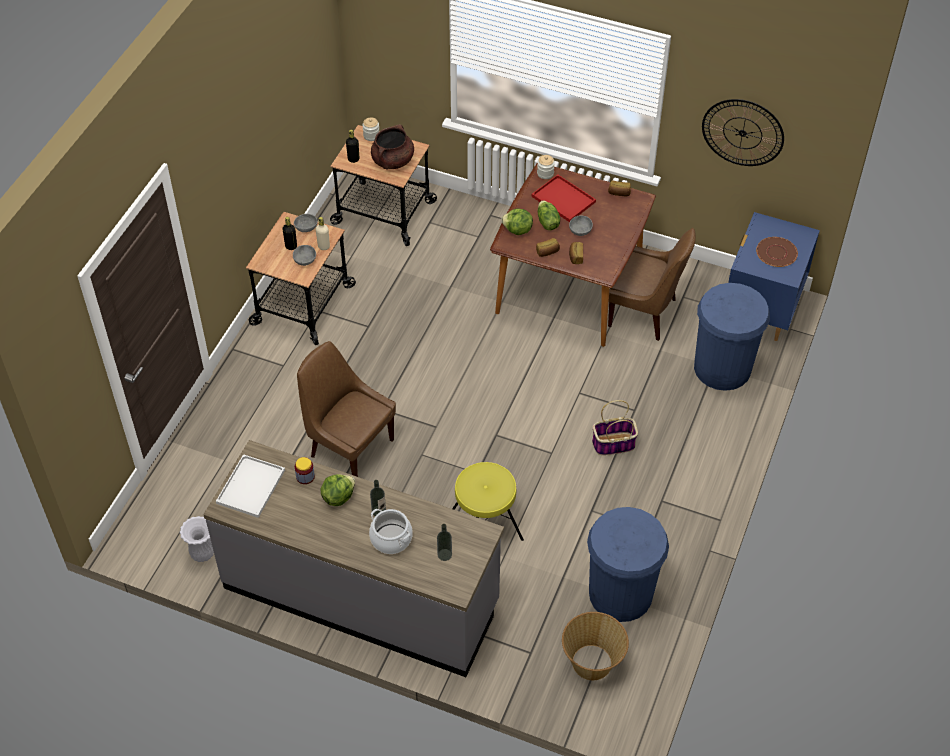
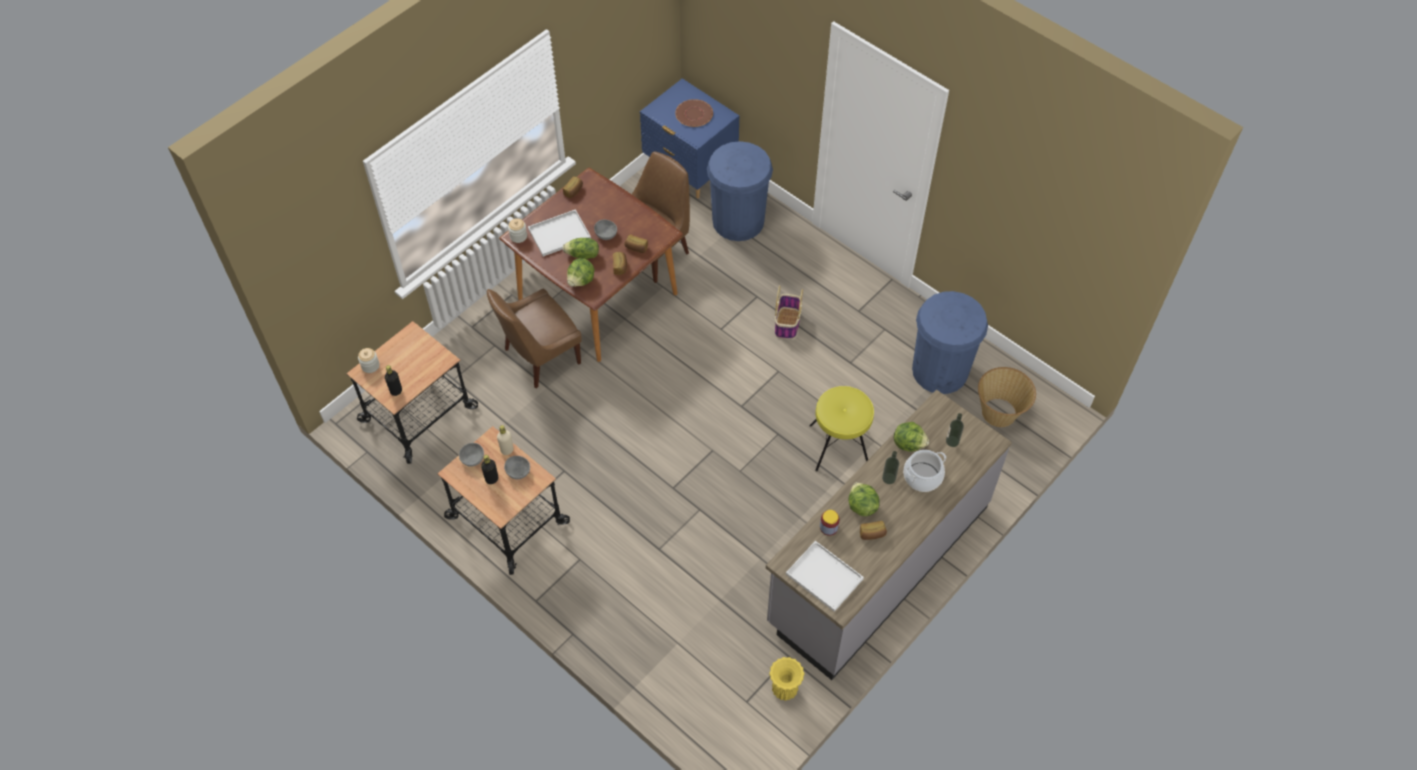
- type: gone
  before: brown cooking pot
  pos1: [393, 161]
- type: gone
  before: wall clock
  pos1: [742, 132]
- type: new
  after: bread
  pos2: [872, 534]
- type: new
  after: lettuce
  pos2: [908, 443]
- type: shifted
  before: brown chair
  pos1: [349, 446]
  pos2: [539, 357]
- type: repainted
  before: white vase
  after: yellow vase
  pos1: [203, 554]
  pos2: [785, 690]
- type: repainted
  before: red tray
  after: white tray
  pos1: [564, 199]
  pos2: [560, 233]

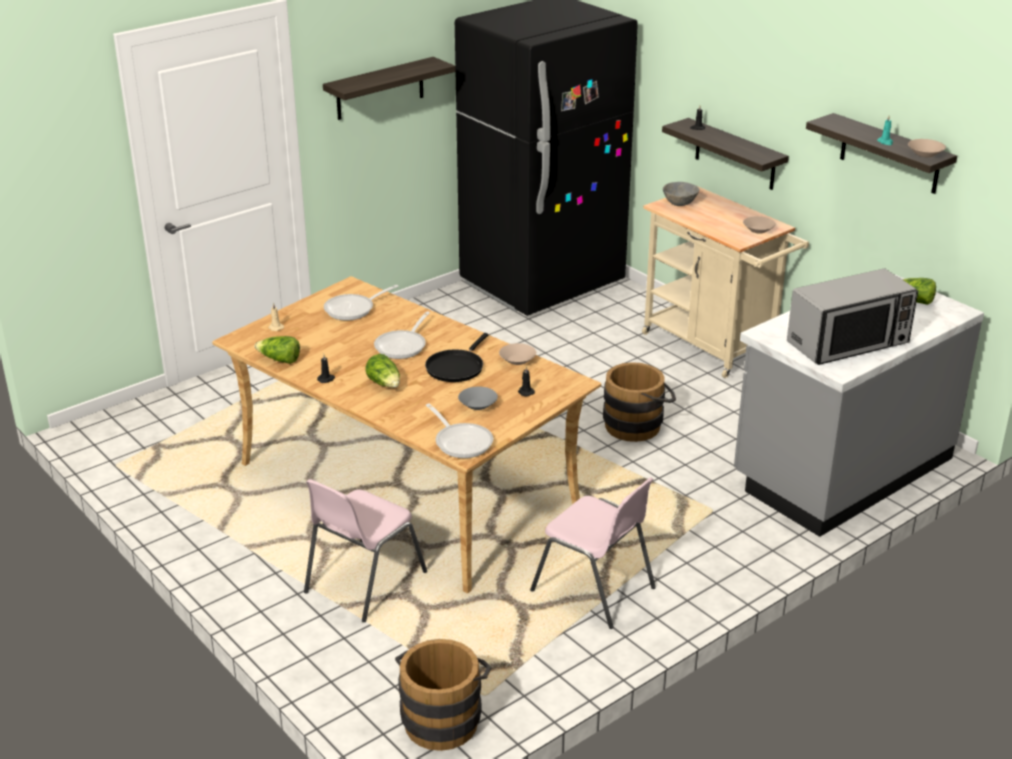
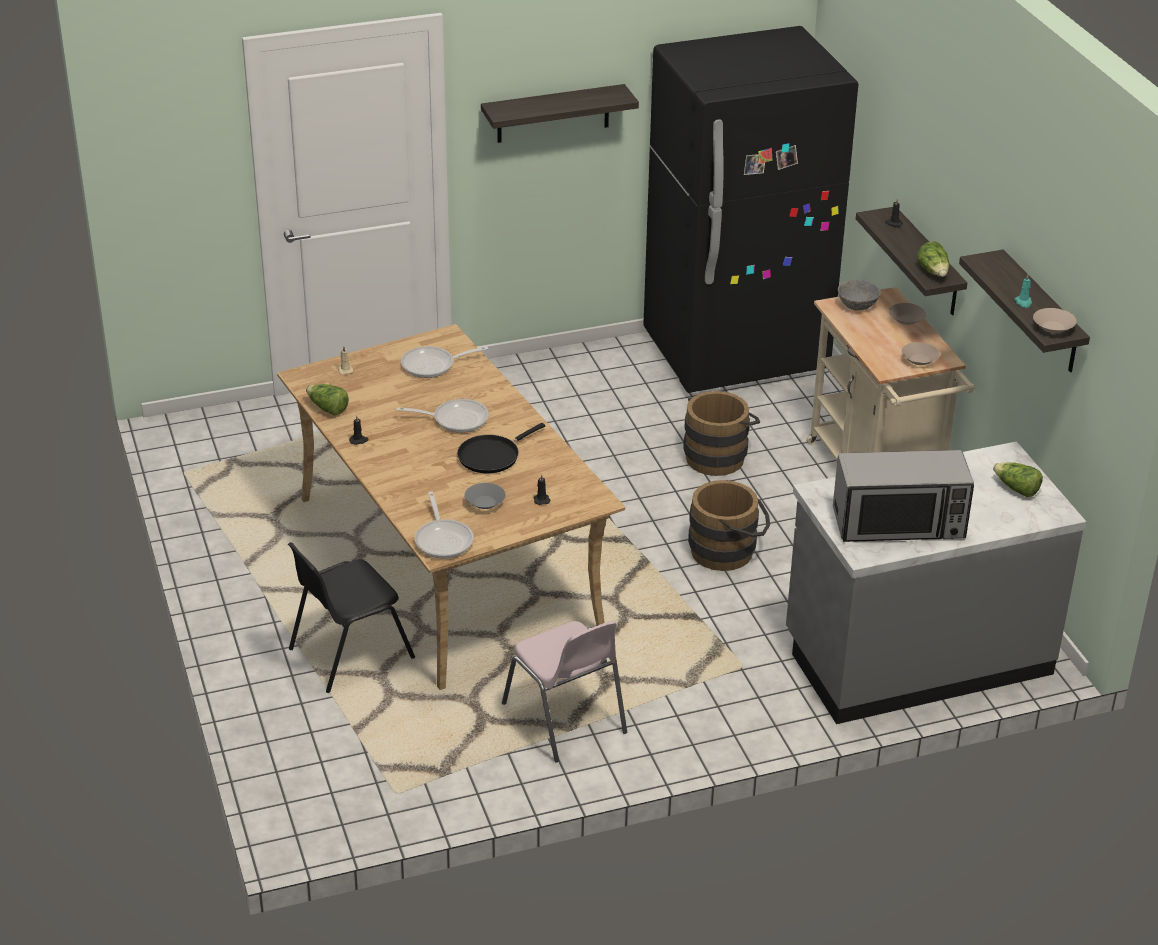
- type: shifted
  before: lettuce
  pos1: [385, 384]
  pos2: [933, 272]
- type: shifted
  before: brown bucket
  pos1: [443, 717]
  pos2: [718, 455]
- type: shifted
  before: beige bowl
  pos1: [517, 361]
  pos2: [905, 320]
- type: repainted
  before: pink chair
  after: black chair
  pos1: [363, 583]
  pos2: [349, 653]
- type: rotated
  before: frying pan
  pos1: [403, 346]
  pos2: [455, 419]
  turn: -135

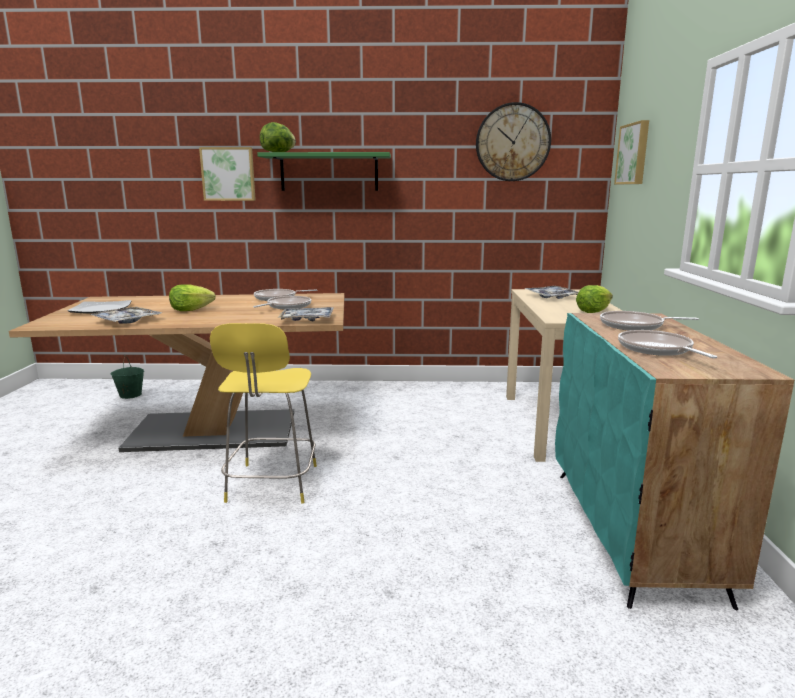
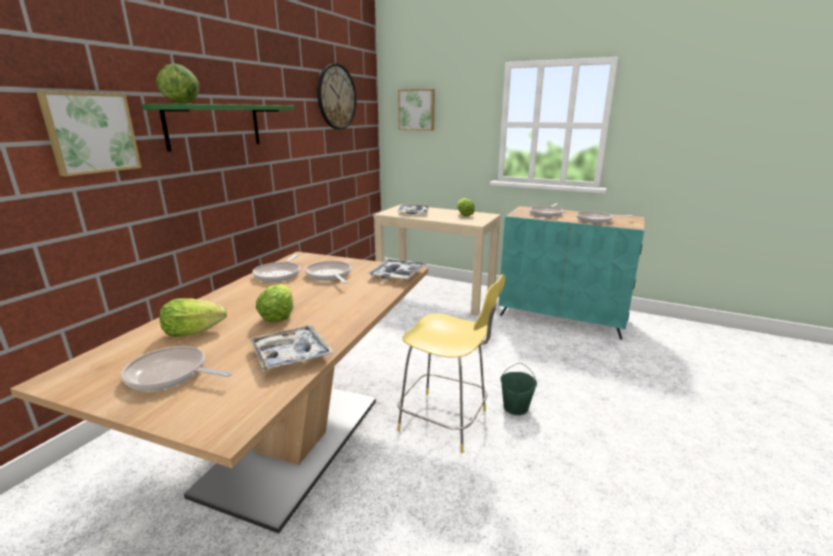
- type: new
  after: lettuce
  pos2: [193, 332]
- type: shifted
  before: green bucket
  pos1: [130, 395]
  pos2: [515, 407]
- type: swapped
  before: plate
  after: frying pan
  pos1: [100, 309]
  pos2: [171, 374]

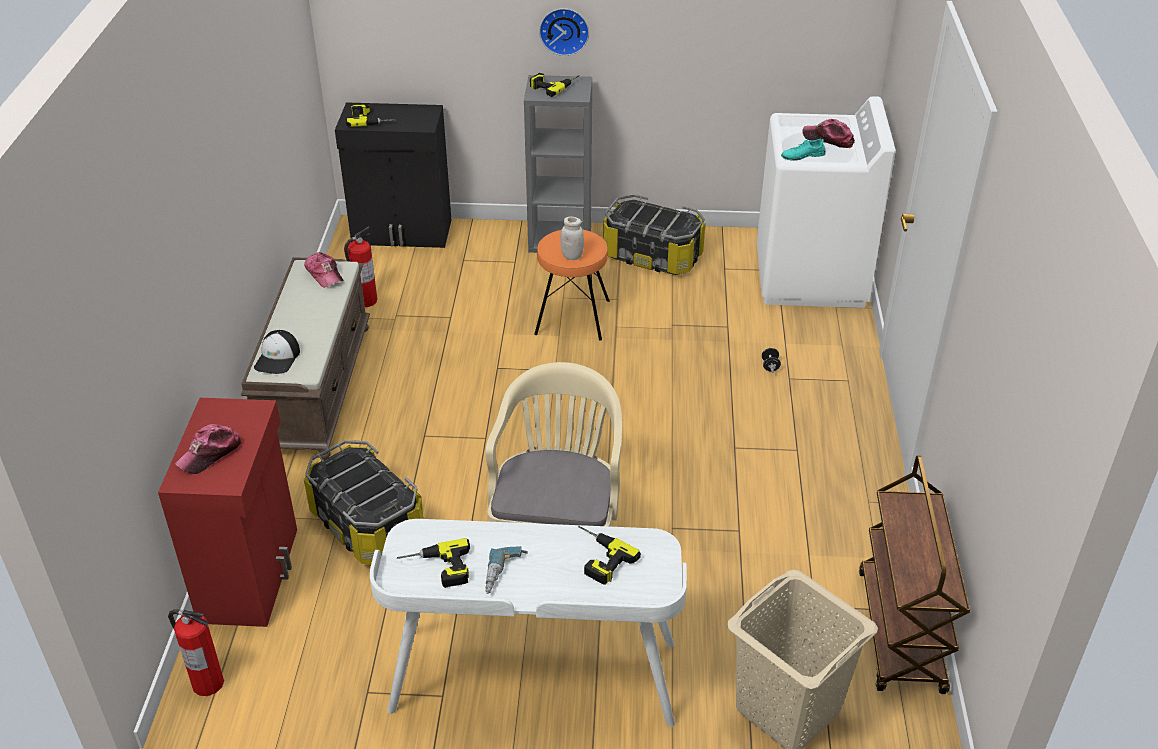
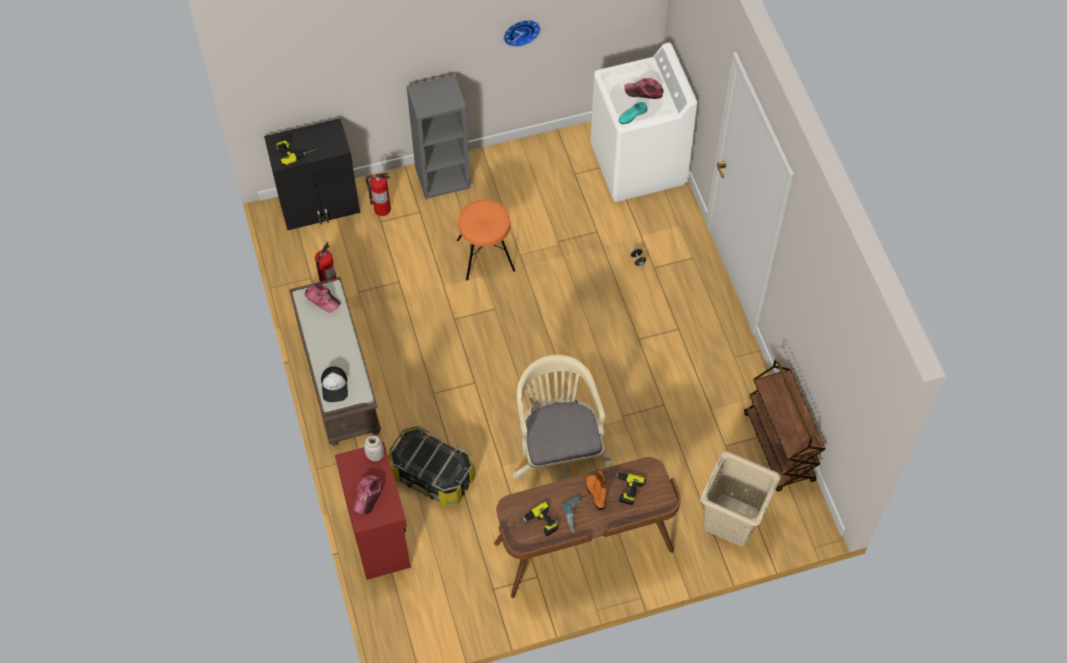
- type: gone
  before: power drill
  pos1: [554, 85]
- type: gone
  before: storage box
  pos1: [653, 256]
- type: new
  after: orange boot
  pos2: [596, 494]
- type: shifted
  before: fire extinguisher
  pos1: [207, 683]
  pos2: [381, 209]
- type: shifted
  before: wall clock
  pos1: [564, 30]
  pos2: [521, 30]
- type: shifted
  before: white jar
  pos1: [572, 256]
  pos2: [375, 455]
- type: repainted
  before: white desk
  after: brown desk
  pos1: [534, 679]
  pos2: [584, 548]

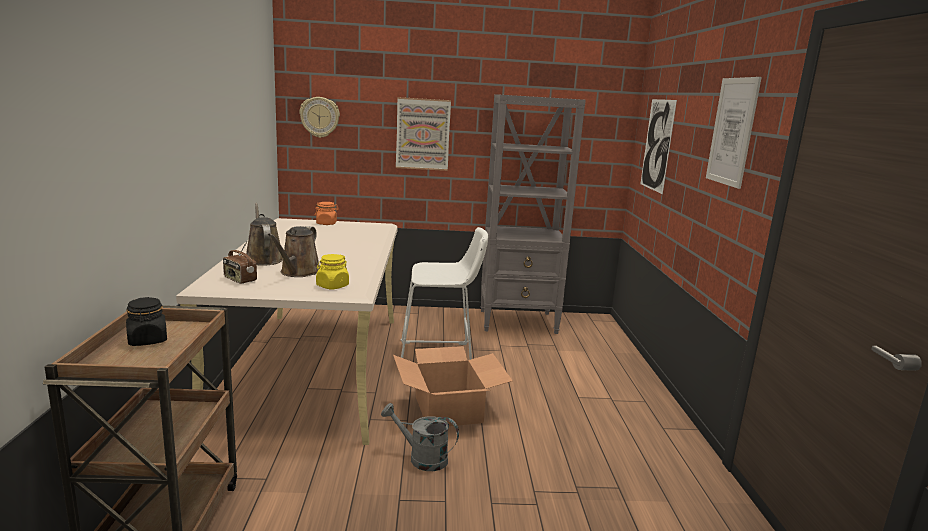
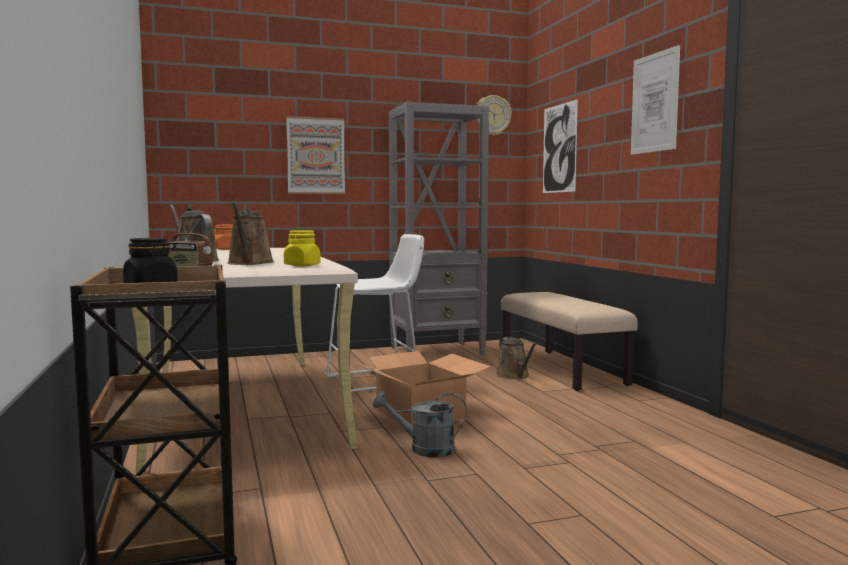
- type: new
  after: brown watering can
  pos2: [514, 376]
- type: new
  after: beige bench
  pos2: [562, 369]
- type: shifted
  before: wall clock
  pos1: [320, 117]
  pos2: [492, 115]

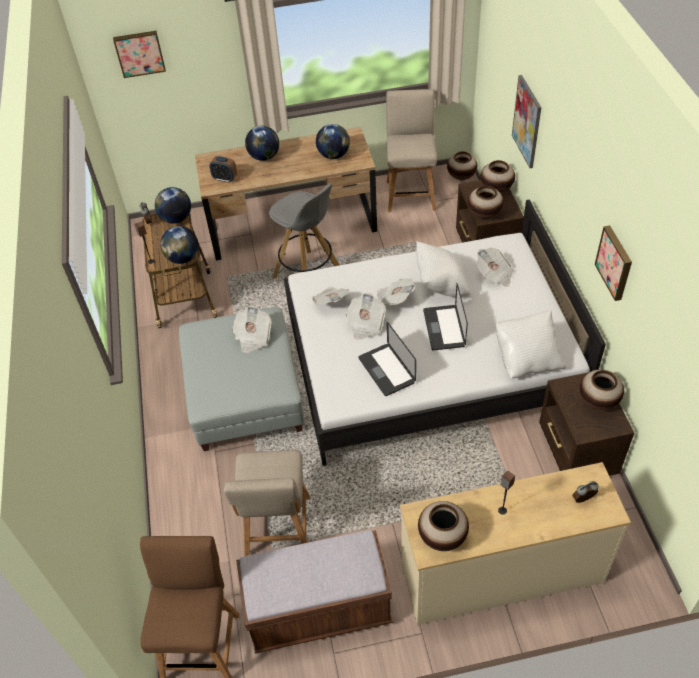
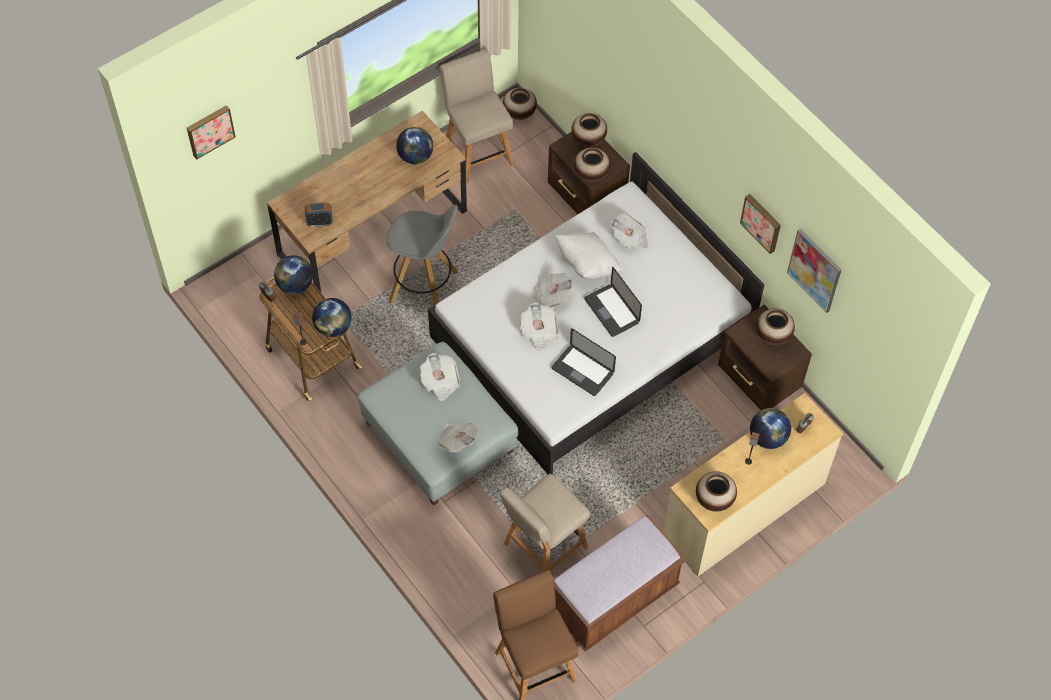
- type: gone
  before: white pillow
  pos1: [527, 358]
- type: shifted
  before: globe
  pos1: [264, 156]
  pos2: [767, 437]
- type: shifted
  before: newspaper
  pos1: [331, 302]
  pos2: [457, 441]
- type: shifted
  before: picture
  pos1: [527, 121]
  pos2: [814, 270]
- type: rotated
  before: beige chair
  pos1: [278, 530]
  pos2: [542, 548]
  turn: 75

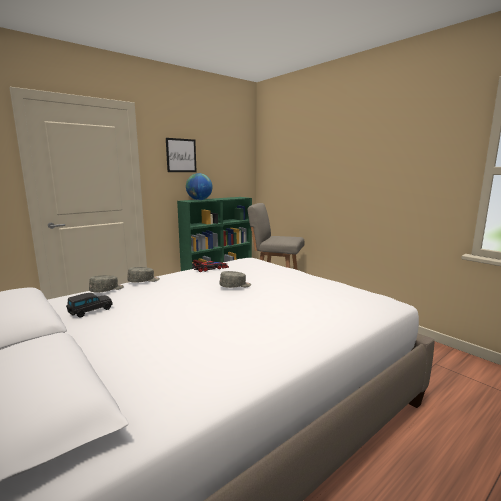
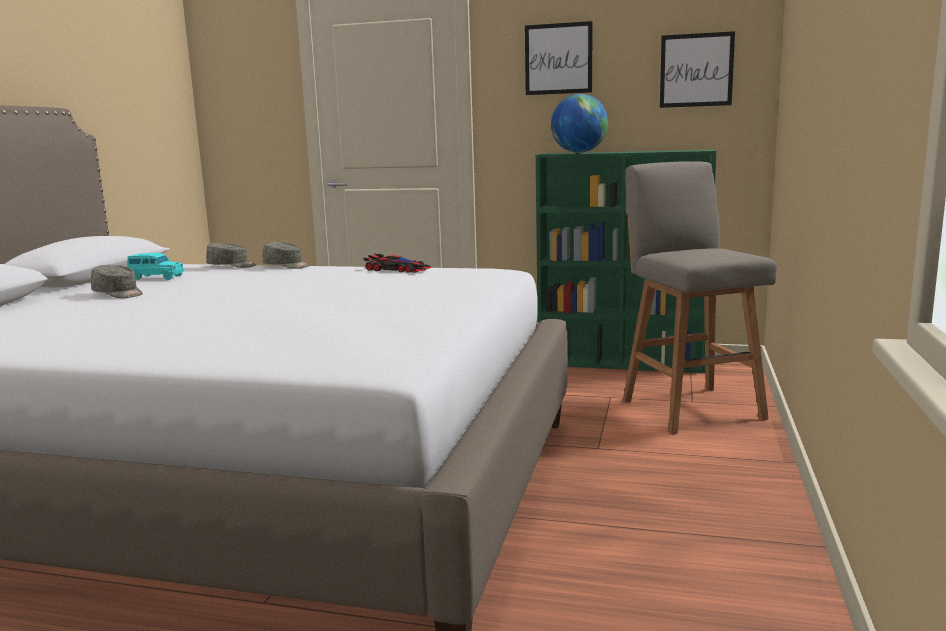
- type: new
  after: picture
  pos2: [696, 70]
- type: shifted
  before: grey cap
  pos1: [235, 286]
  pos2: [119, 294]
- type: repainted
  before: black toy car
  after: turquoise toy car
  pos1: [90, 311]
  pos2: [156, 277]

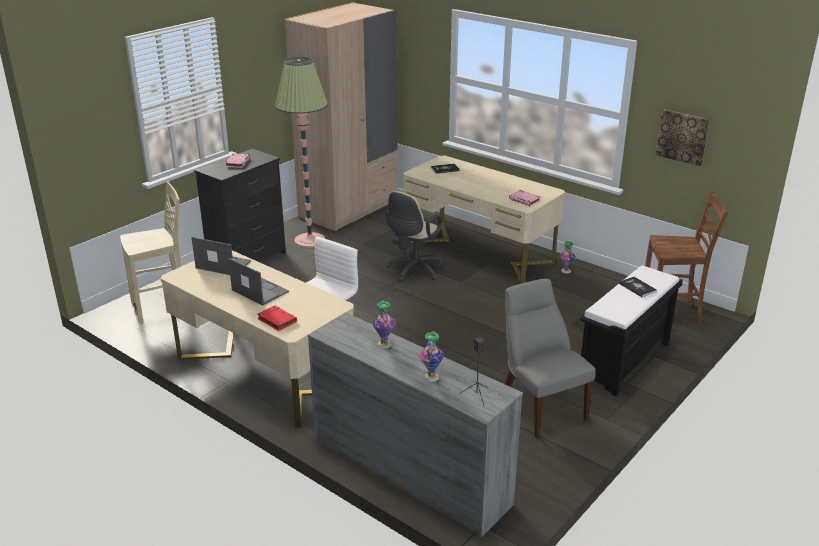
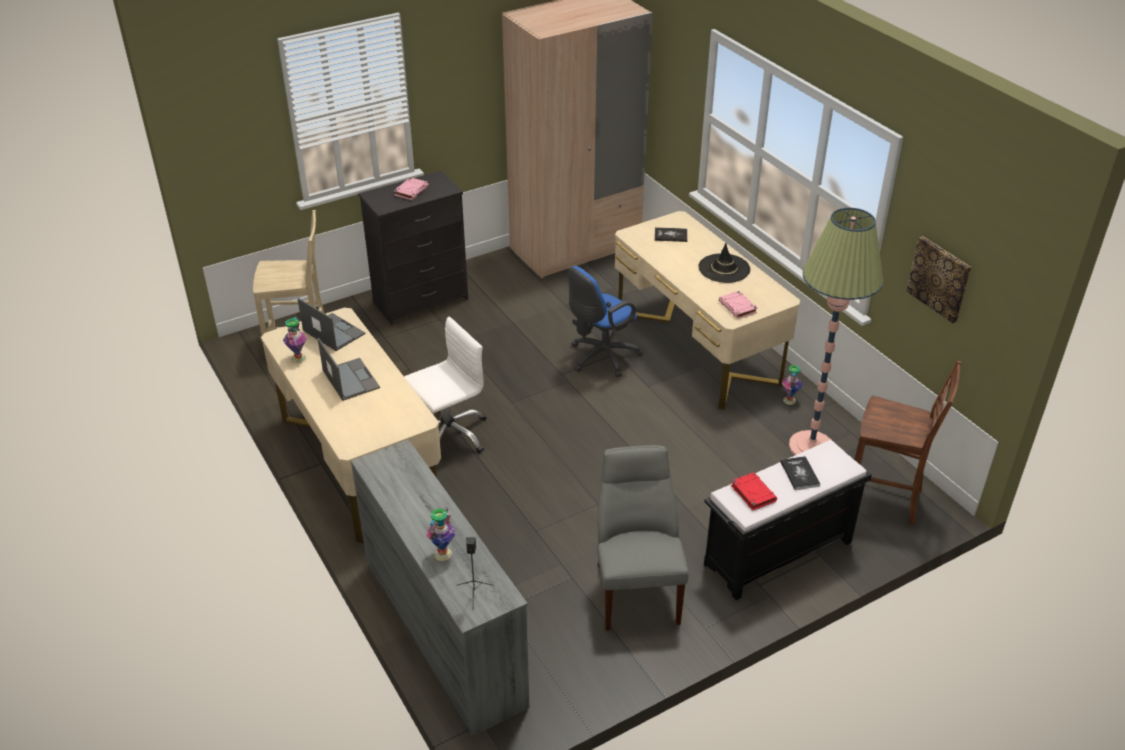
- type: new
  after: black hat
  pos2: [724, 268]
- type: shifted
  before: red book
  pos1: [276, 320]
  pos2: [752, 493]
- type: shifted
  before: floor lamp
  pos1: [310, 240]
  pos2: [811, 447]
- type: shifted
  before: vase
  pos1: [383, 344]
  pos2: [298, 358]
- type: repainted
  before: beige office chair
  after: blue office chair
  pos1: [413, 271]
  pos2: [600, 358]

